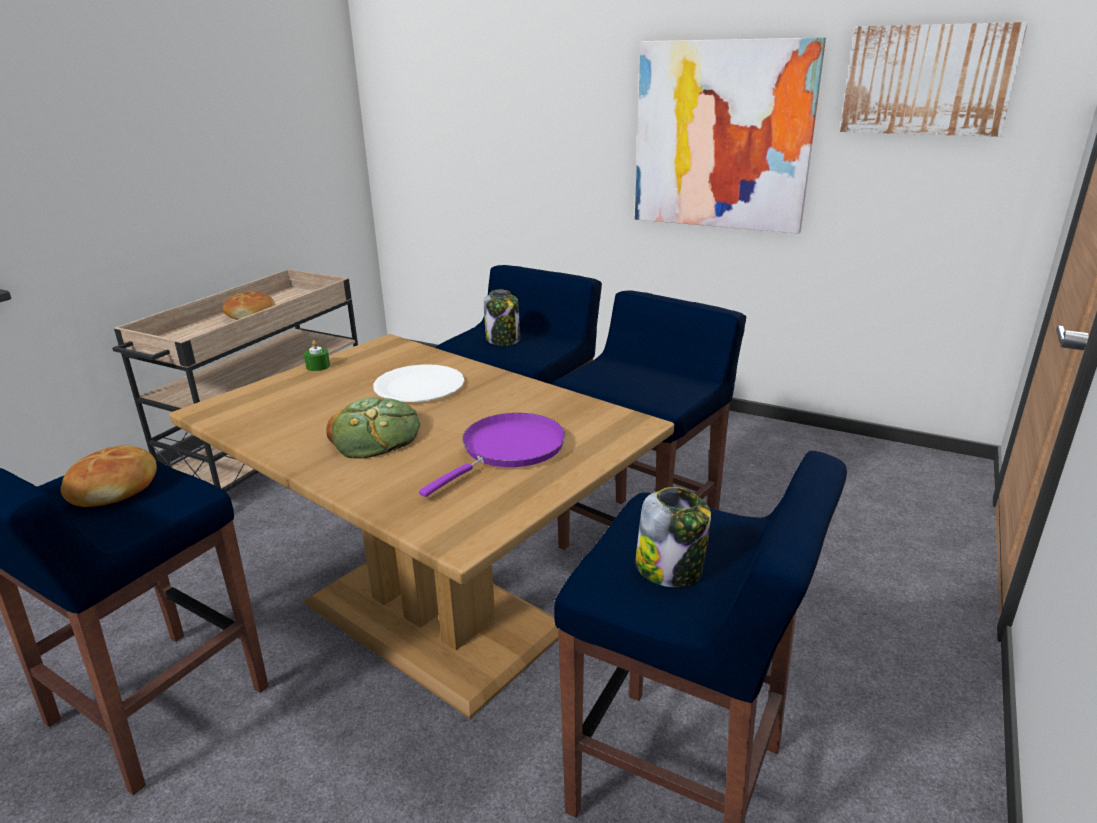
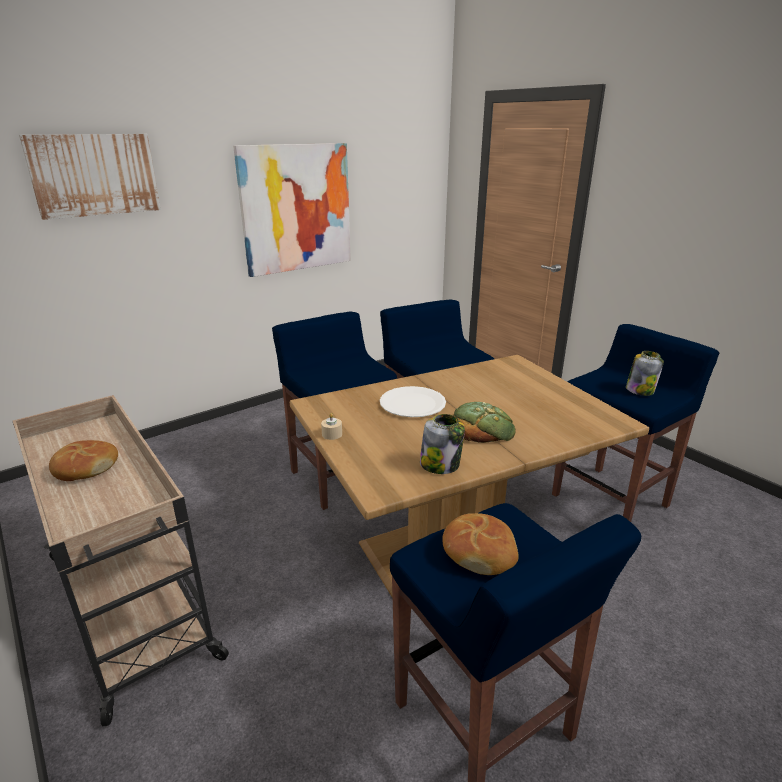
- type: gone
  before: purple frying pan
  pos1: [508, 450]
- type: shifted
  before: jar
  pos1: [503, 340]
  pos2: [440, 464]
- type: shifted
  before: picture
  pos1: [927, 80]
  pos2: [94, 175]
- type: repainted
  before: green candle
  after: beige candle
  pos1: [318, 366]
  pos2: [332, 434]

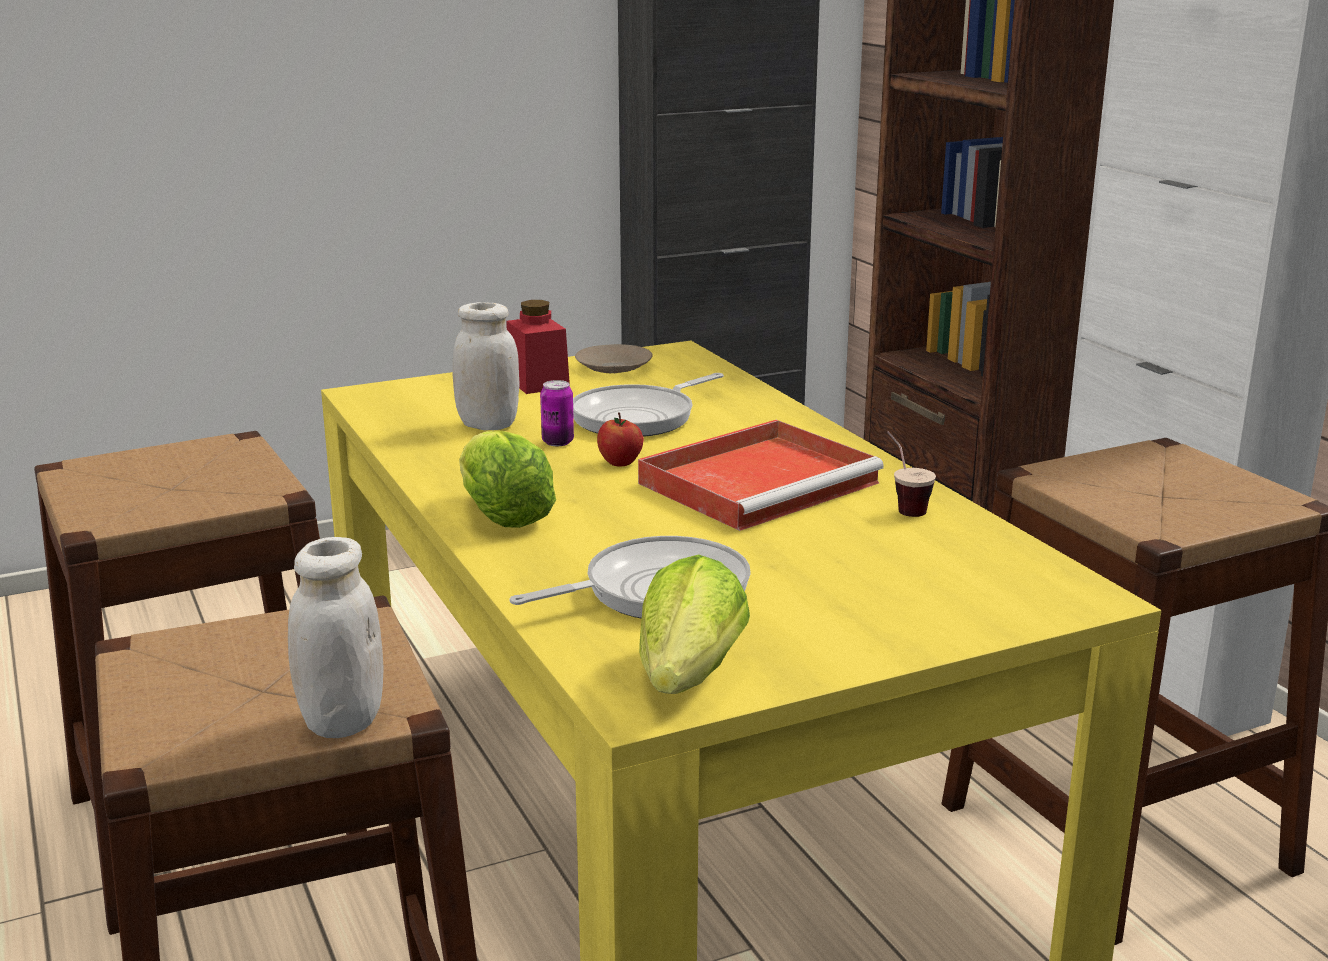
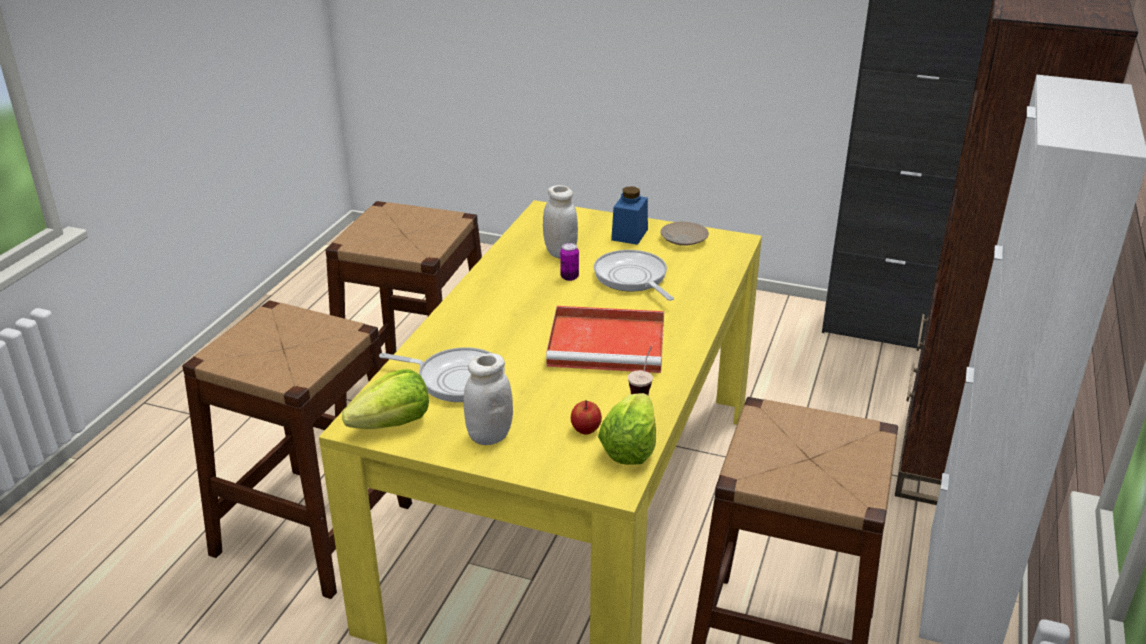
- type: shifted
  before: white jar
  pos1: [342, 720]
  pos2: [489, 436]
- type: shifted
  before: lettuce
  pos1: [502, 515]
  pos2: [630, 448]
- type: shifted
  before: apple
  pos1: [620, 463]
  pos2: [586, 430]
- type: repainted
  before: red jar
  after: blue jar
  pos1: [537, 382]
  pos2: [629, 235]
- type: rotated
  before: frying pan
  pos1: [639, 417]
  pos2: [632, 278]
  turn: 60

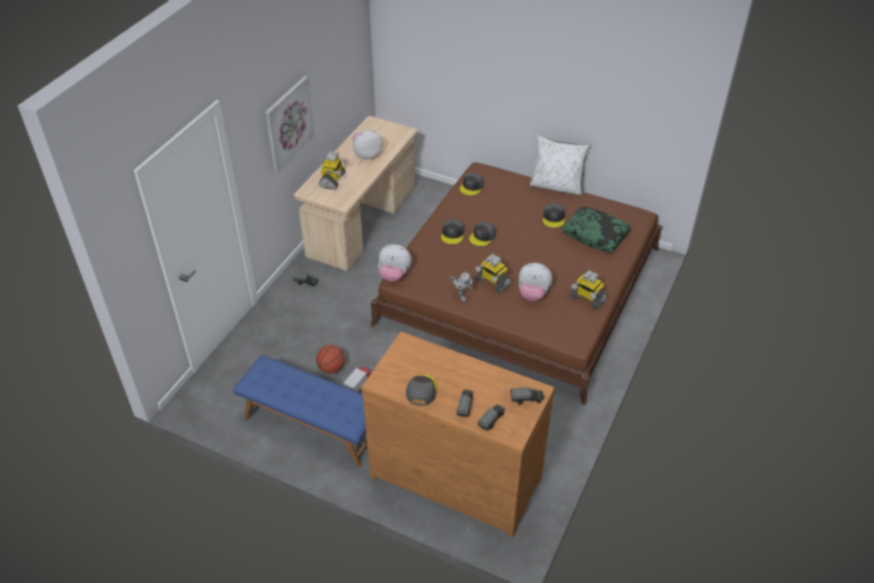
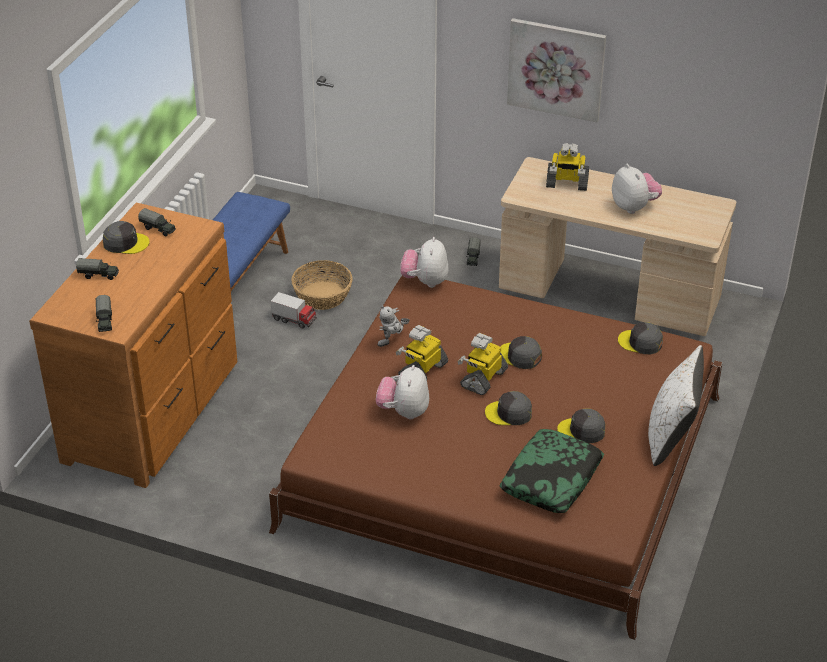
- type: shifted
  before: grey cap
  pos1: [452, 234]
  pos2: [509, 413]
- type: shifted
  before: toy truck
  pos1: [491, 420]
  pos2: [158, 229]
- type: shifted
  before: toy robot
  pos1: [587, 298]
  pos2: [483, 378]
- type: swapped
  before: basketball
  after: basket
  pos1: [331, 368]
  pos2: [322, 295]

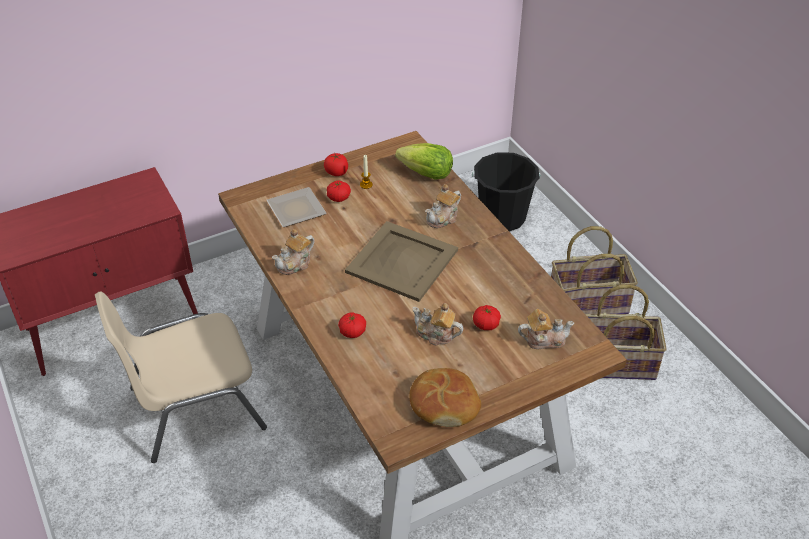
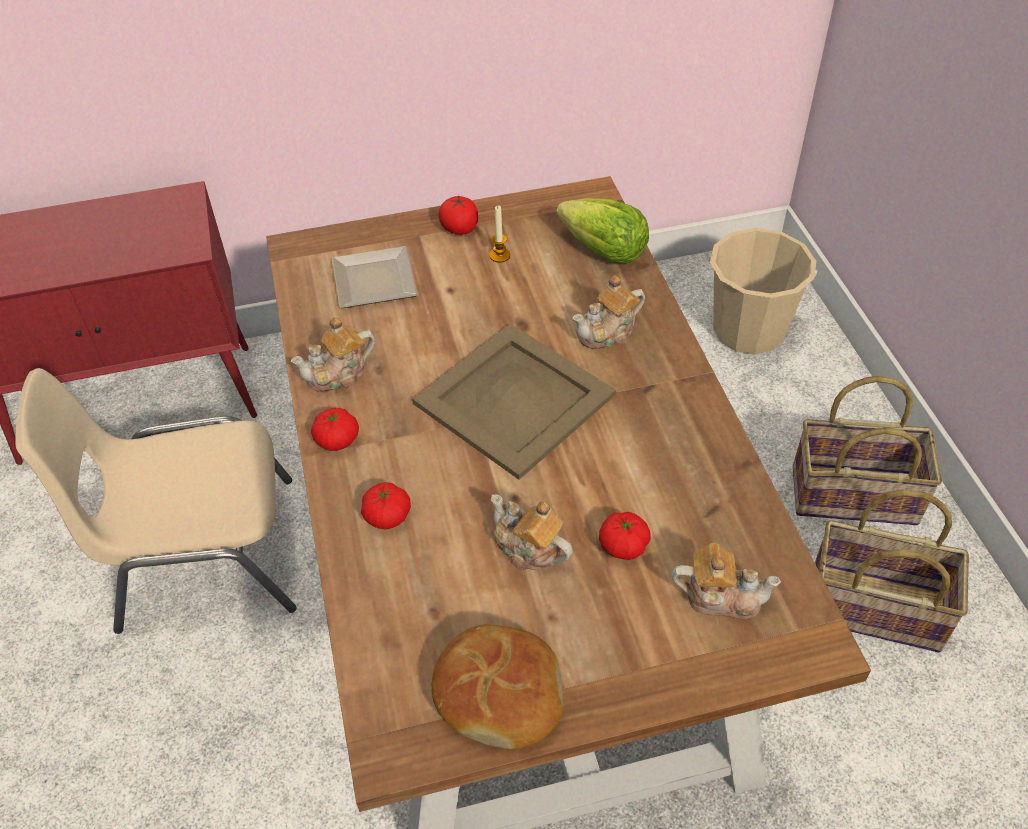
- type: shifted
  before: tomato
  pos1: [338, 198]
  pos2: [337, 440]
- type: repainted
  before: black bucket
  after: beige bucket
  pos1: [502, 217]
  pos2: [748, 330]

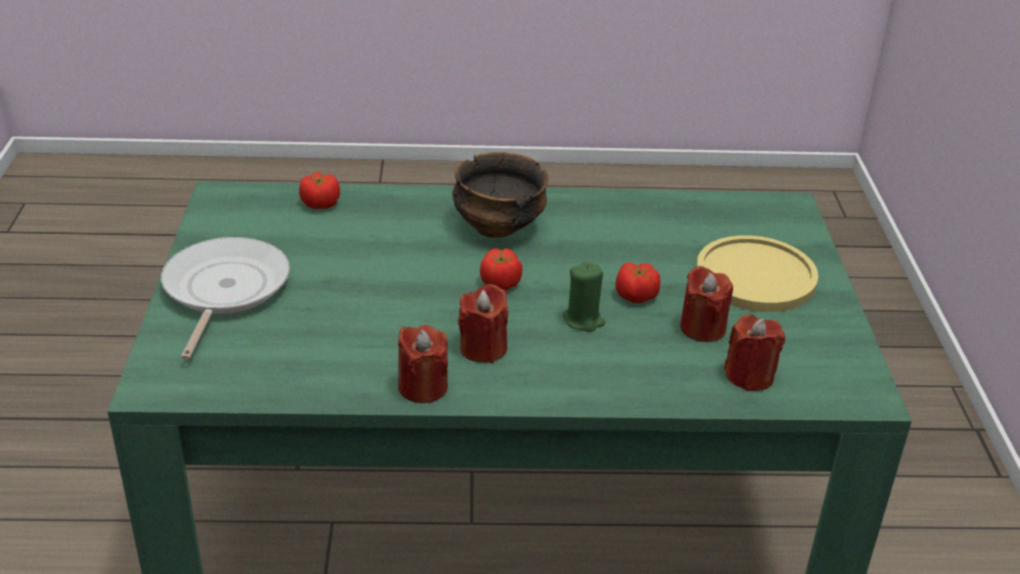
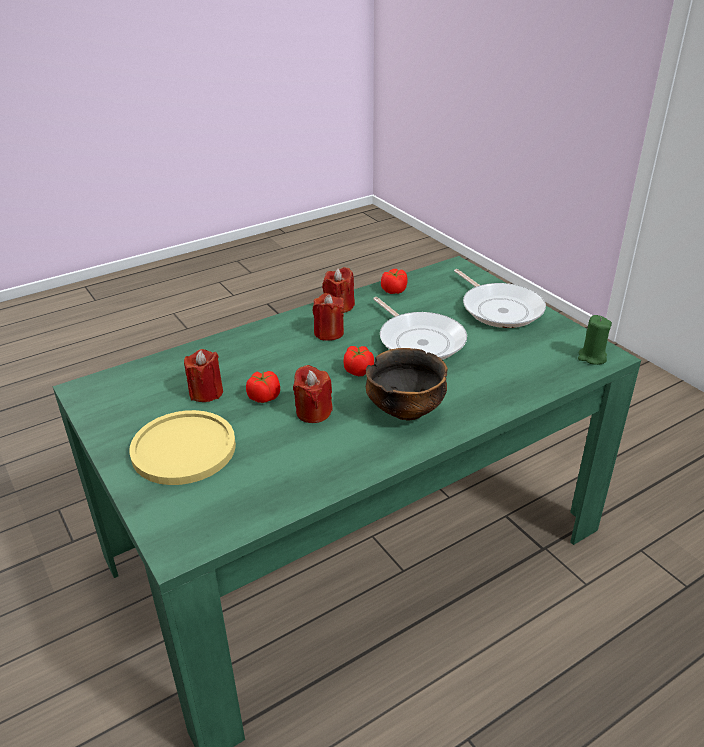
- type: new
  after: frying pan
  pos2: [419, 340]
- type: shifted
  before: tomato
  pos1: [320, 204]
  pos2: [394, 290]
- type: shifted
  before: green candle
  pos1: [583, 320]
  pos2: [592, 357]
- type: shifted
  before: red candle
  pos1: [749, 376]
  pos2: [313, 412]

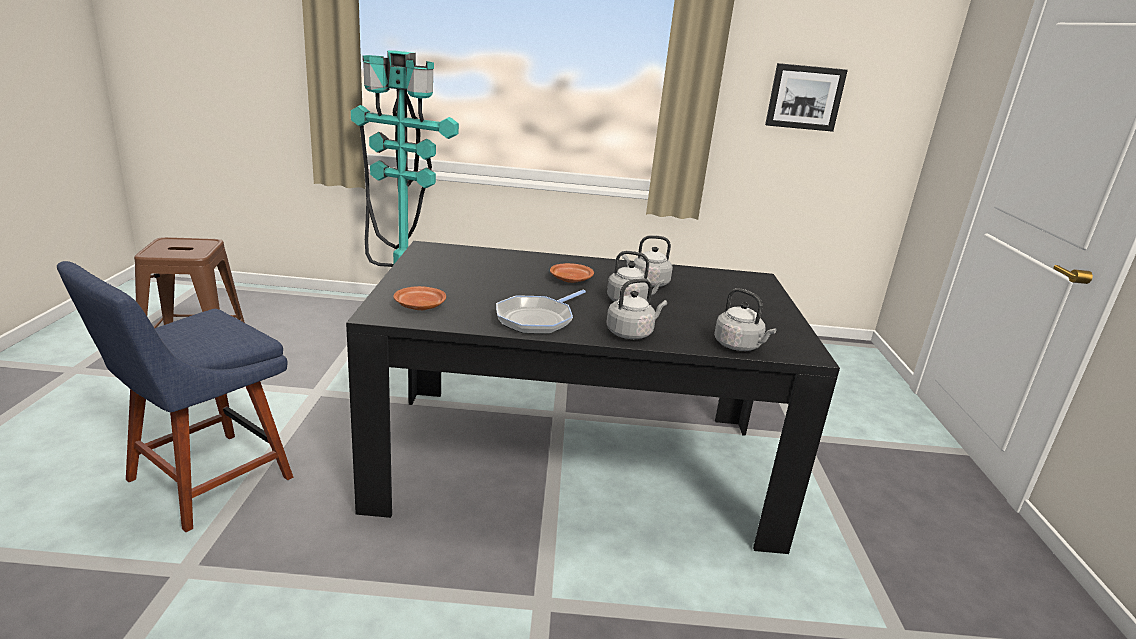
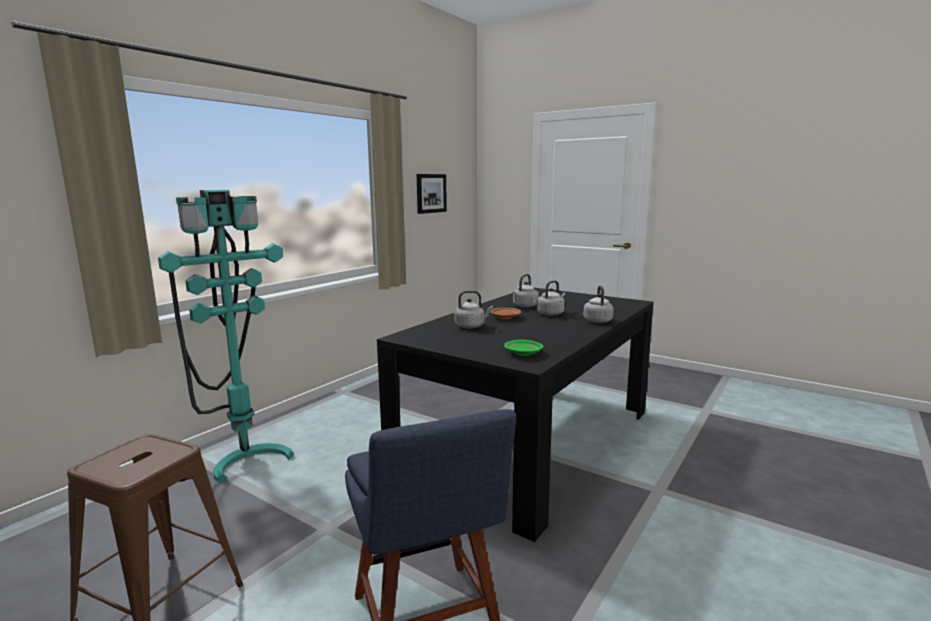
- type: gone
  before: frying pan
  pos1: [537, 319]
- type: shifted
  before: grey kettle
  pos1: [739, 346]
  pos2: [471, 326]
- type: repainted
  before: brown plate
  after: green plate
  pos1: [419, 306]
  pos2: [523, 353]

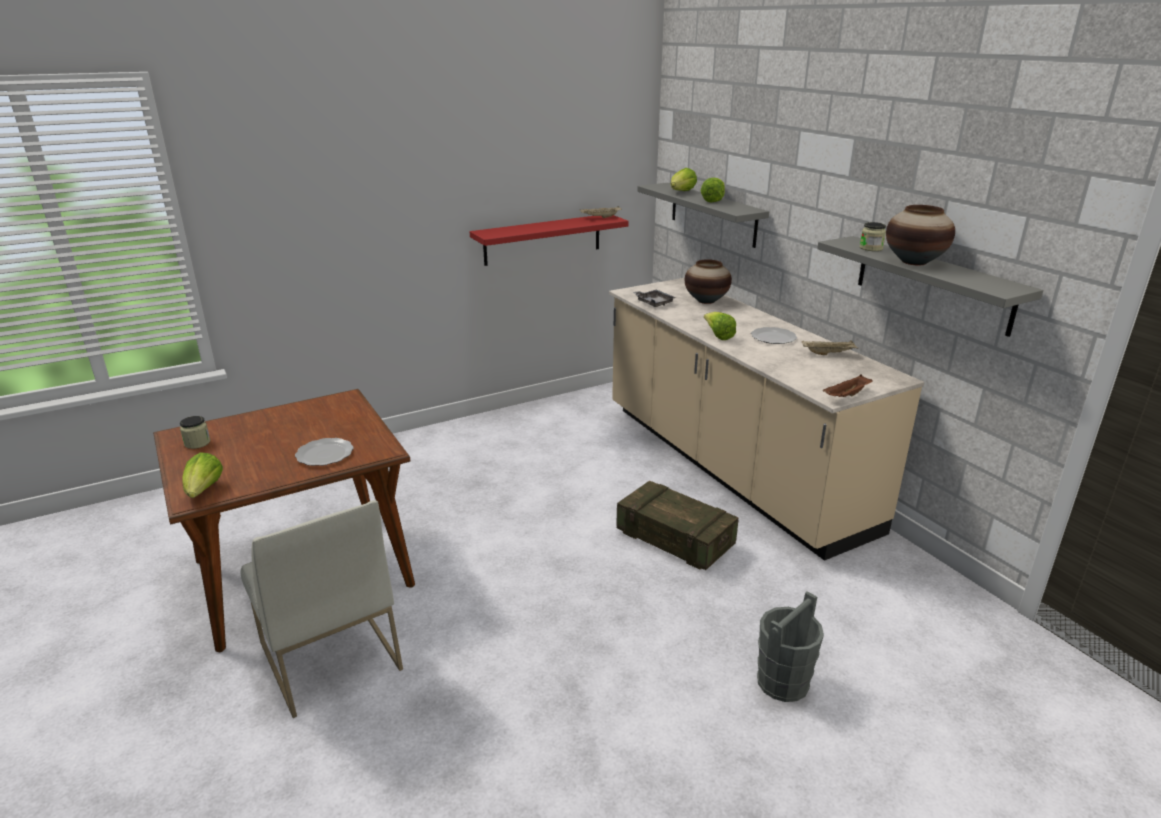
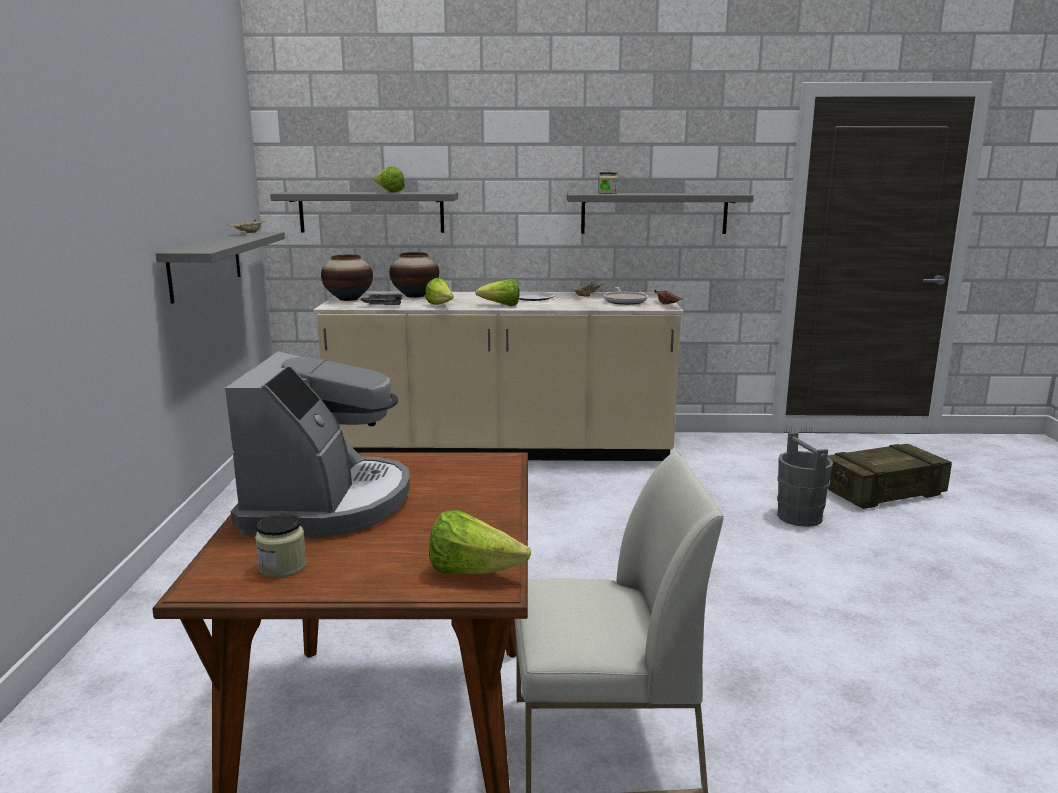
- type: gone
  before: plate
  pos1: [325, 454]
- type: new
  after: coffee machine
  pos2: [327, 503]
- type: new
  after: frying pan
  pos2: [625, 301]
- type: shifted
  before: crate
  pos1: [674, 540]
  pos2: [882, 493]
- type: shifted
  before: lettuce
  pos1: [681, 192]
  pos2: [441, 306]
- type: shifted
  before: vase
  pos1: [914, 262]
  pos2: [348, 299]
- type: repainted
  before: red shelf
  after: grey shelf
  pos1: [543, 239]
  pos2: [205, 265]

